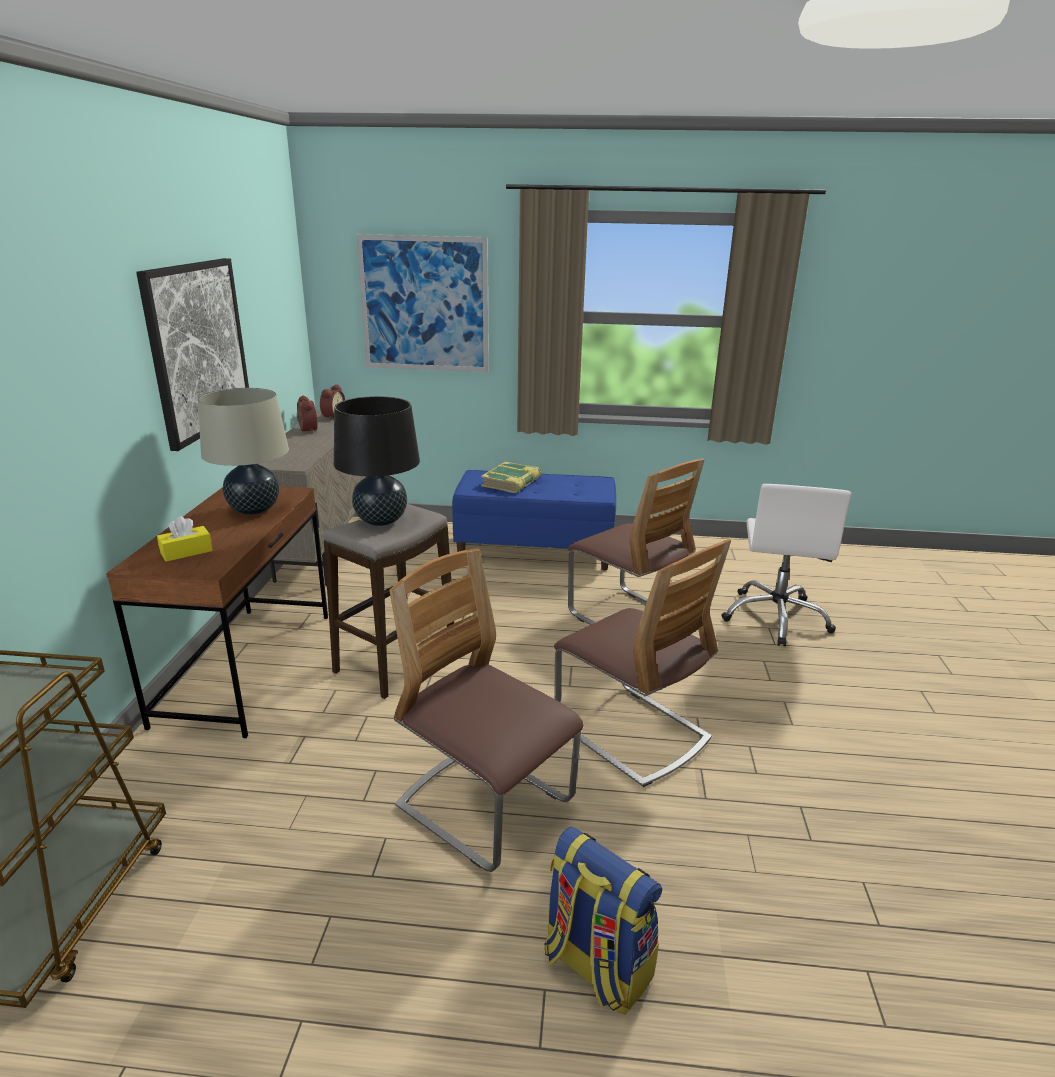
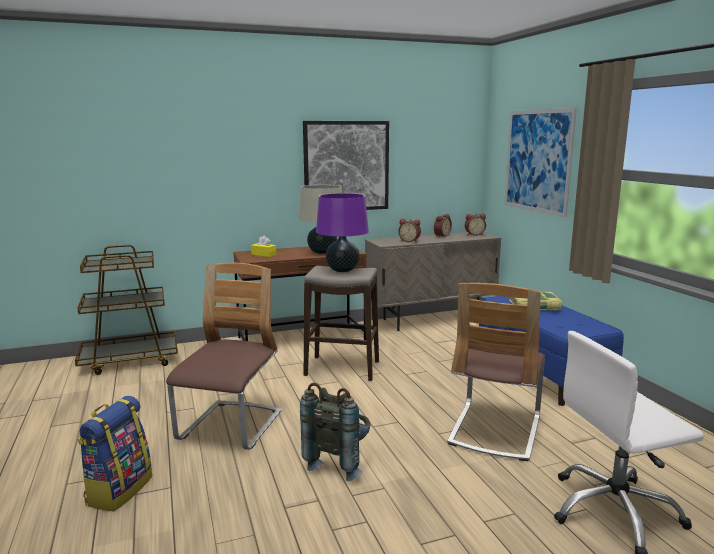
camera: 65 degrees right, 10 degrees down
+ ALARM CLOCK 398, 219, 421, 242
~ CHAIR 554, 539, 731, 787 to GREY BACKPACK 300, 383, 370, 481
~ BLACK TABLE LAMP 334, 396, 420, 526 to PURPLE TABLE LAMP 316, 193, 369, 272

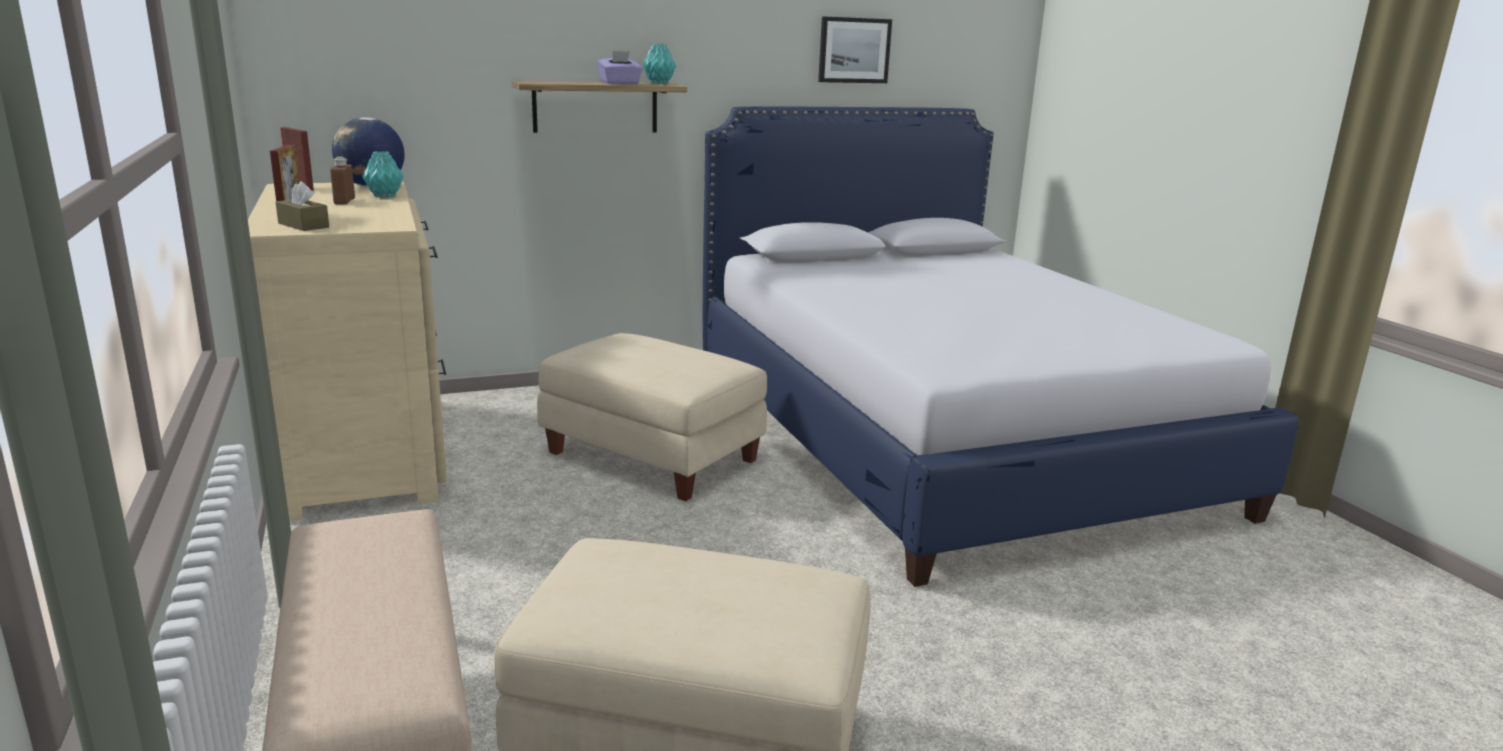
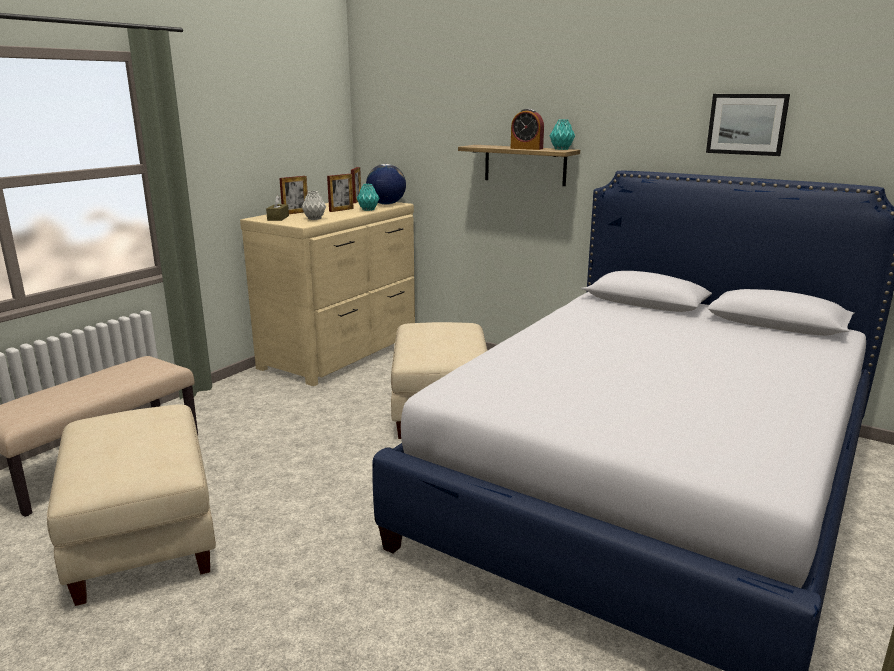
camera: 55 degrees right, 0 degrees up
+ GREY VASE 302, 191, 326, 220
~ BROWN BOTTLE 330, 157, 355, 204 to PICTURE FRAME 327, 174, 354, 212
~ PURPLE TISSUE BOX 597, 51, 643, 84 to ALARM CLOCK 510, 109, 544, 150

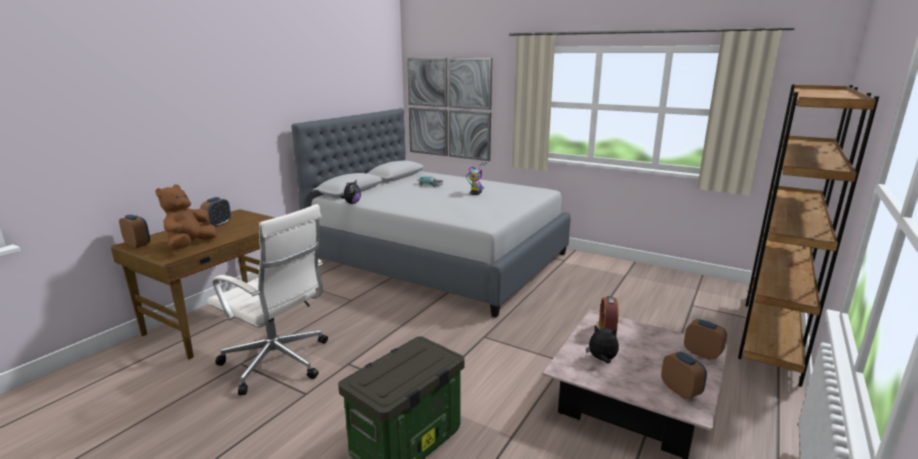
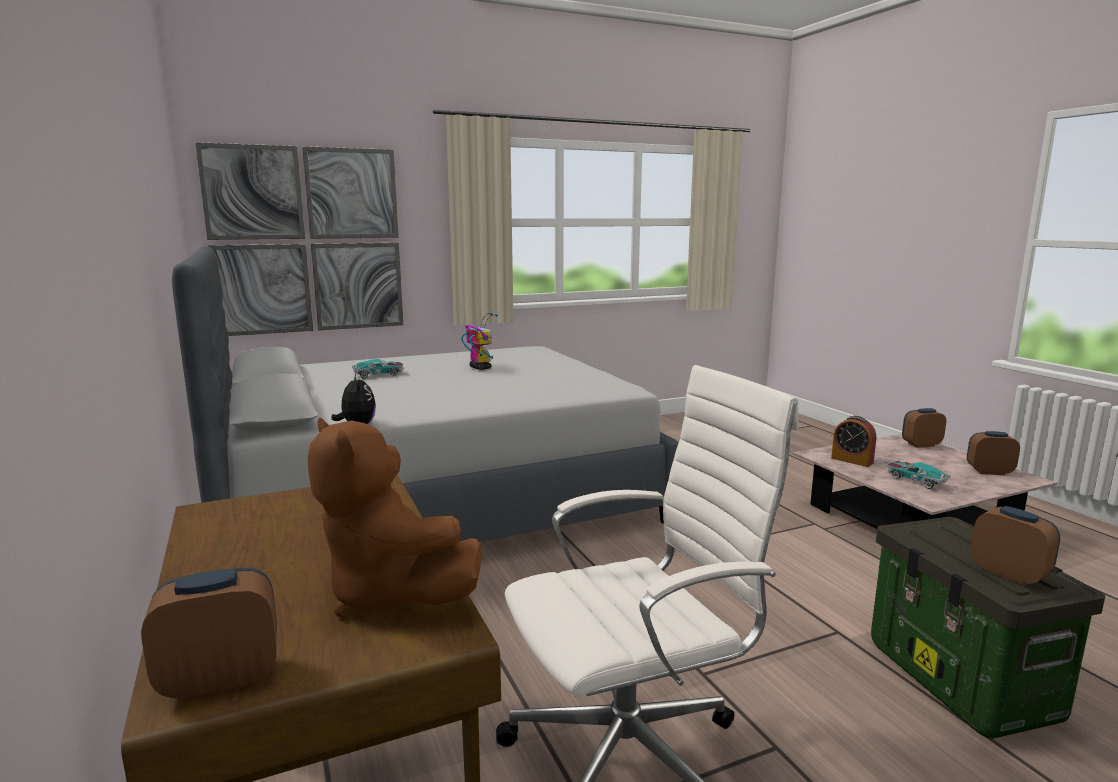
camera: 55 degrees left, 5 degrees down
- BROWN BOOKCASE 738, 85, 879, 387
~ ALARM CLOCK 200, 197, 231, 228 to 971, 506, 1060, 586
~ PLUSH TOY 586, 325, 619, 363 to TOY CAR 887, 461, 950, 489

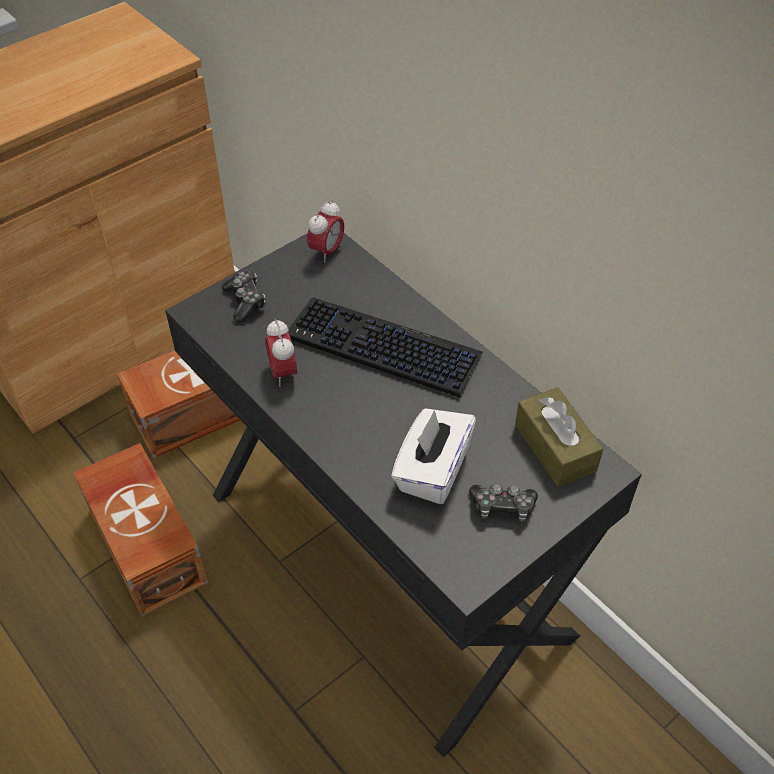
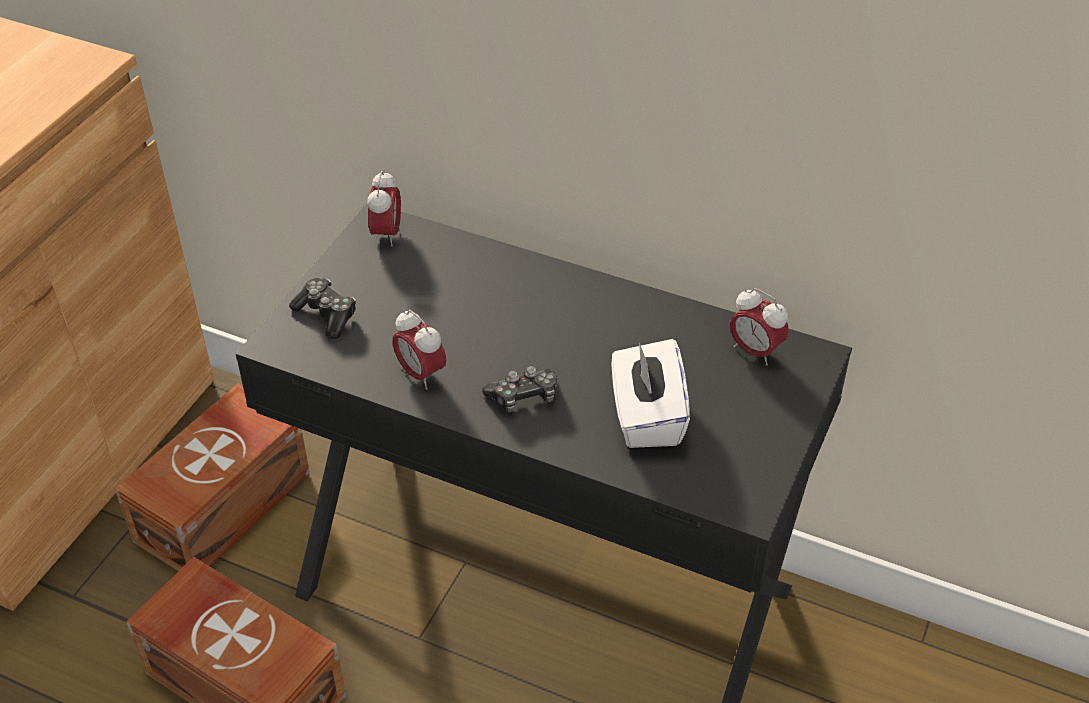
camera: 25 degrees left, 5 degrees down
- KEYBOARD 288, 297, 483, 397
~ GAME CONTROLLER 469, 483, 538, 522 to 482, 366, 557, 412
~ BROWN TISSUE BOX 515, 387, 603, 487 to ALARM CLOCK 730, 288, 789, 366

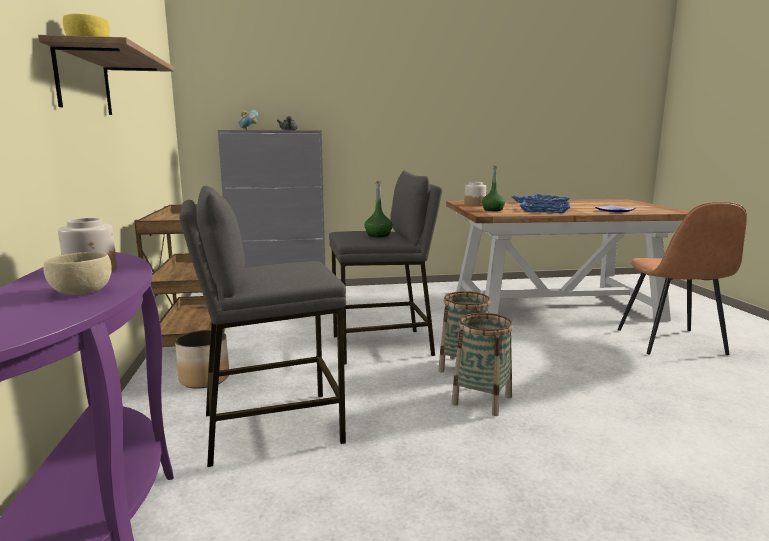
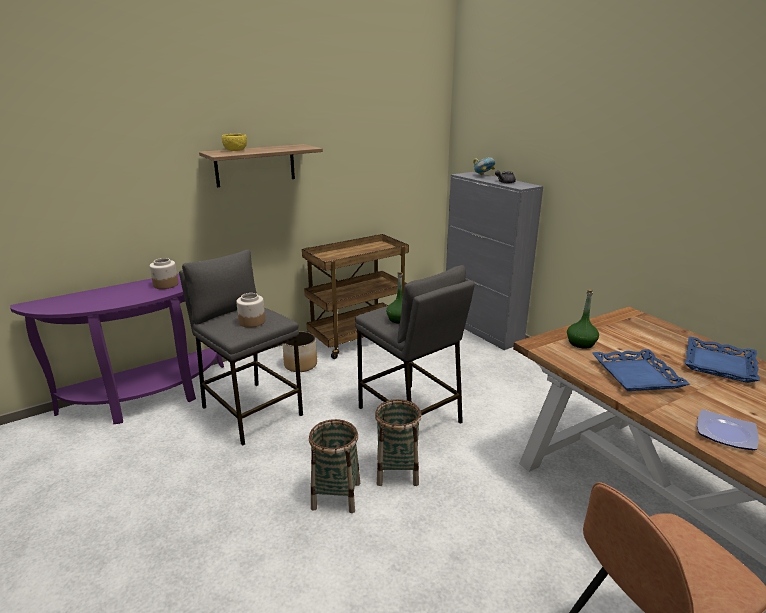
camera: 65 degrees right, 10 degrees up
- BEIGE BOWL 43, 252, 112, 295
~ JAR 464, 182, 486, 206 to 236, 293, 265, 328

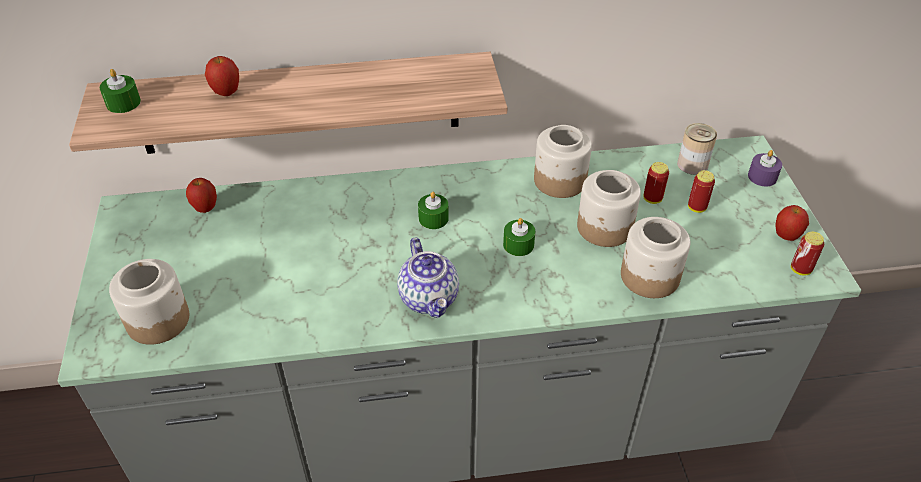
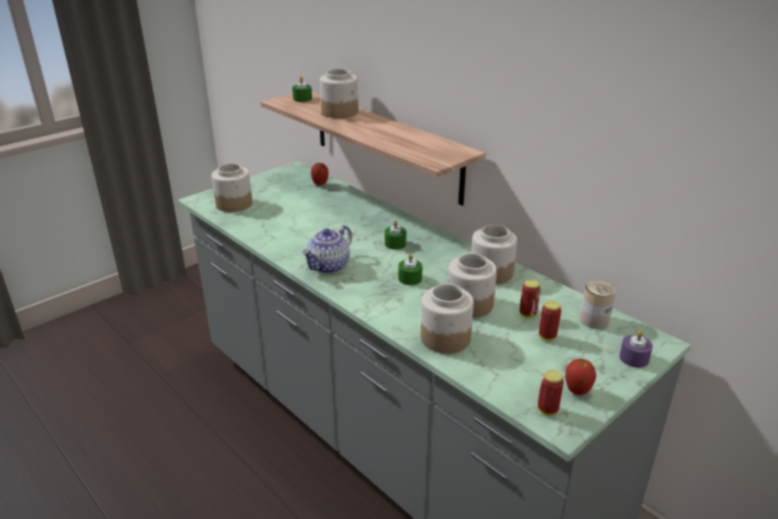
camera: 55 degrees right, 15 degrees down
~ APPLE 205, 56, 239, 96 to JAR 320, 69, 358, 118

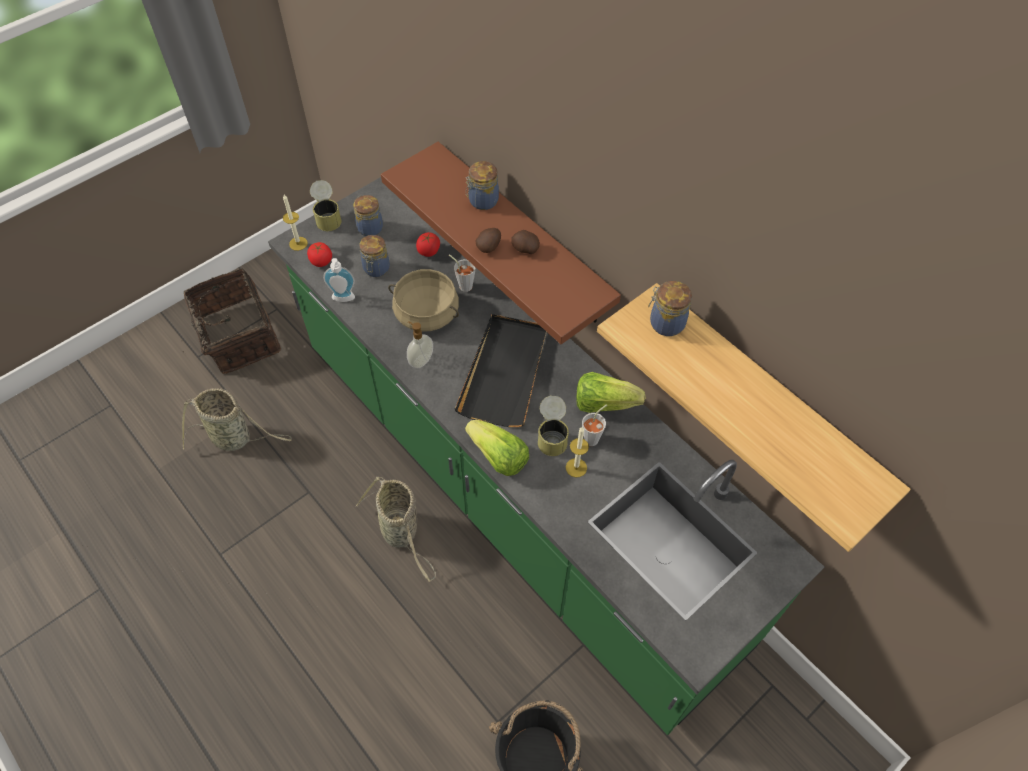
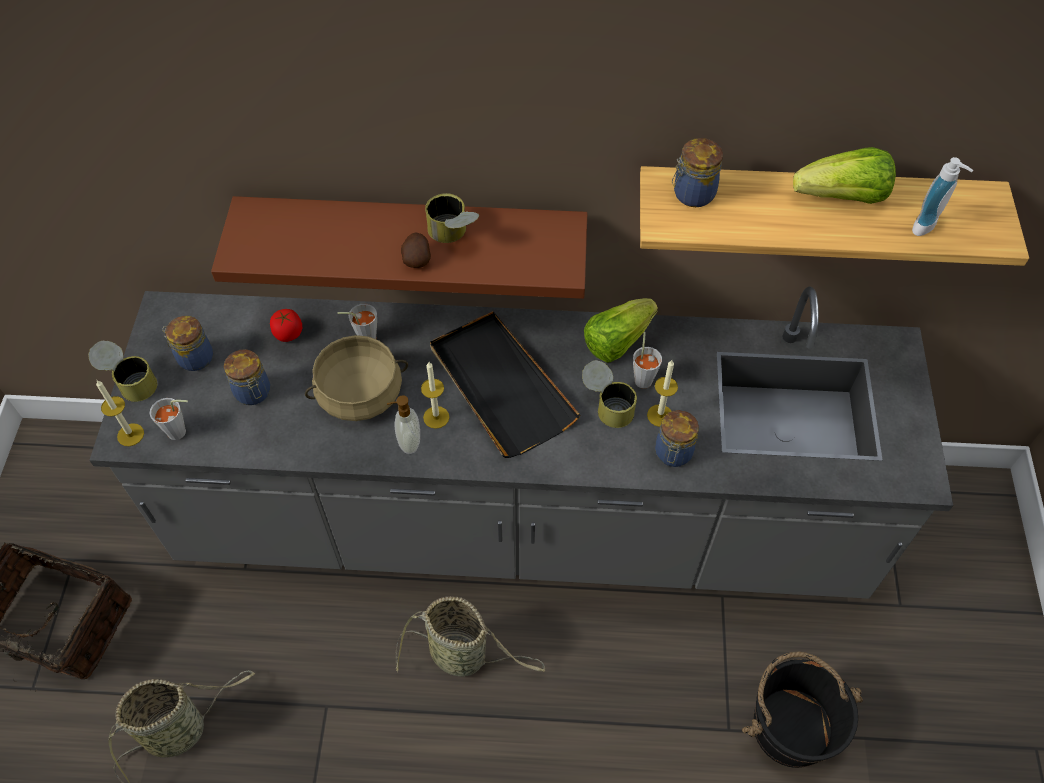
camera: 45 degrees left, 0 degrees up
+ CANDLE 421, 362, 449, 429
~ SOAP DISPENSER 323, 258, 355, 302 to 912, 157, 973, 236
~ LETTUCE 465, 420, 529, 476 to 793, 147, 896, 204
~ JAR 466, 161, 499, 210 to 655, 410, 699, 467
~ TOMATO 307, 242, 332, 267 to GREY CUP 150, 398, 188, 440
~ POTATO 511, 230, 540, 254 to CAN 425, 193, 479, 243
~ GREEN COUNTER 268, 177, 824, 735 to GREY COUNTER 89, 287, 953, 599

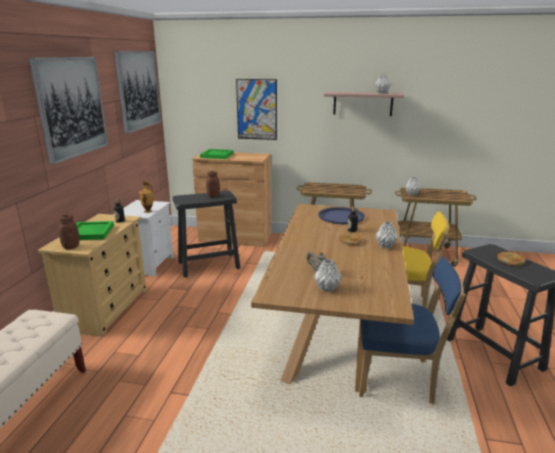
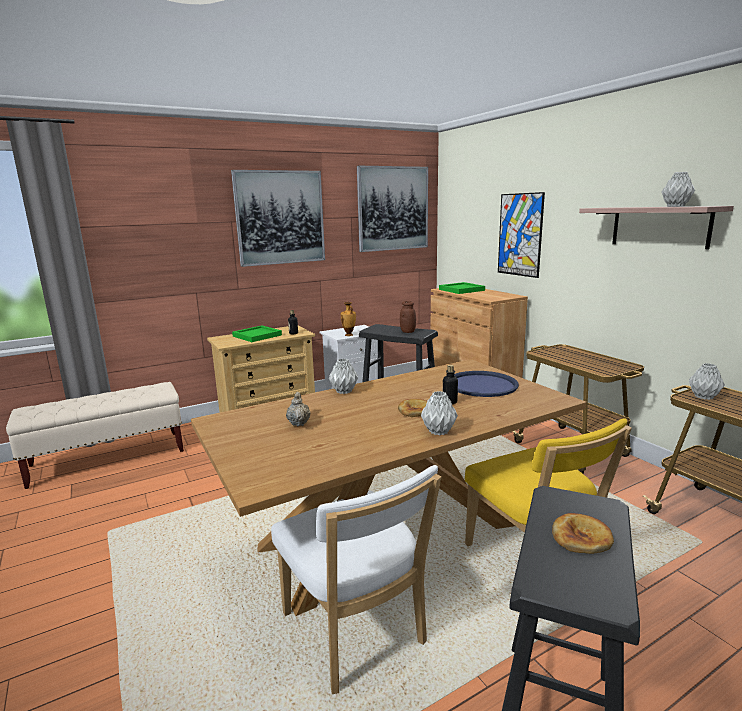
camera: 50 degrees right, 5 degrees down
- BROWN JAR 58, 215, 80, 249
~ GREY VASE 314, 259, 342, 292 to 329, 358, 358, 394
~ BLUE CHAIR 359, 257, 466, 404 to WHITE CHAIR 271, 465, 441, 694

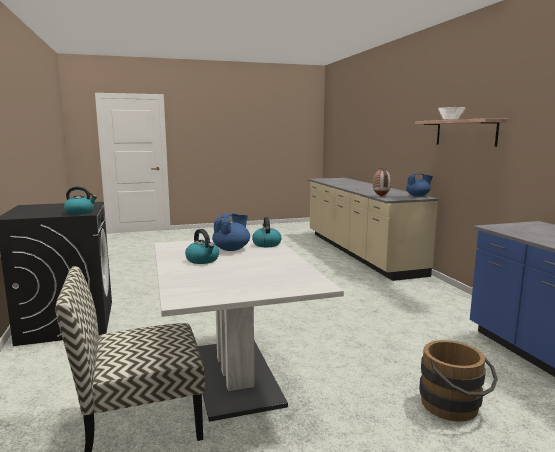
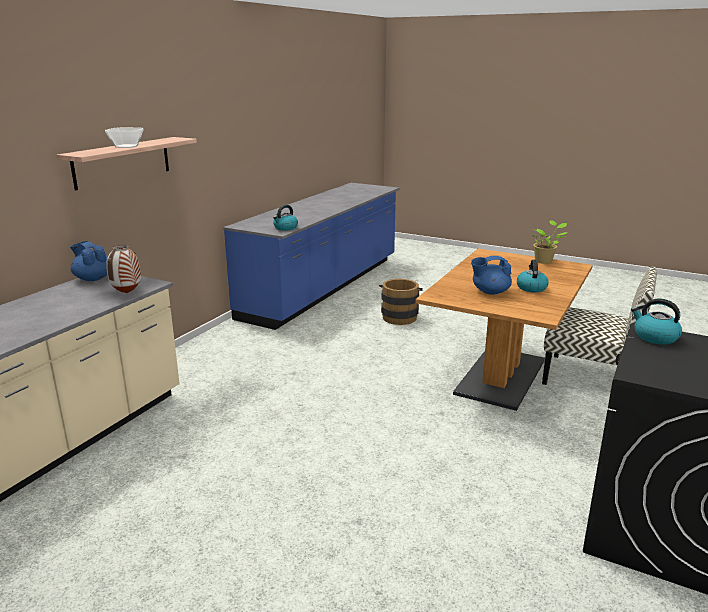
camera: 135 degrees left, 10 degrees up
+ POTTED PLANT 532, 220, 567, 264
~ KETTLE 252, 217, 282, 247 to 273, 205, 298, 231
~ WHITE DINING TABLE 154, 237, 344, 422 to BROWN DINING TABLE 415, 249, 593, 411

